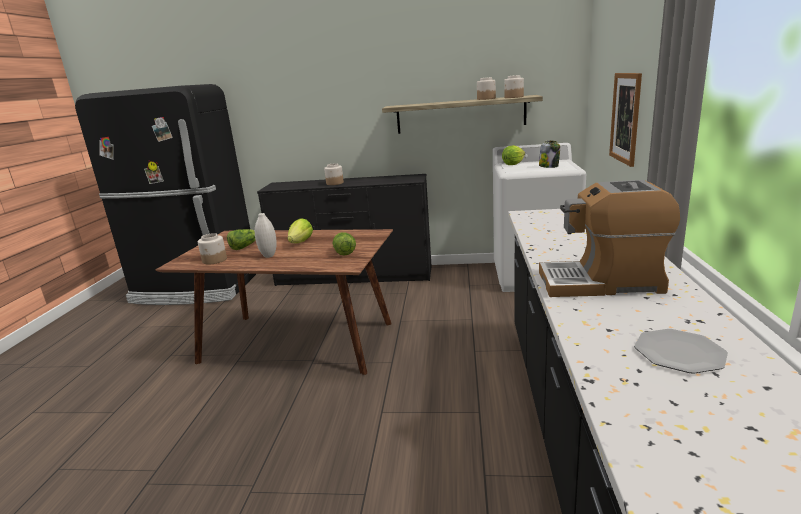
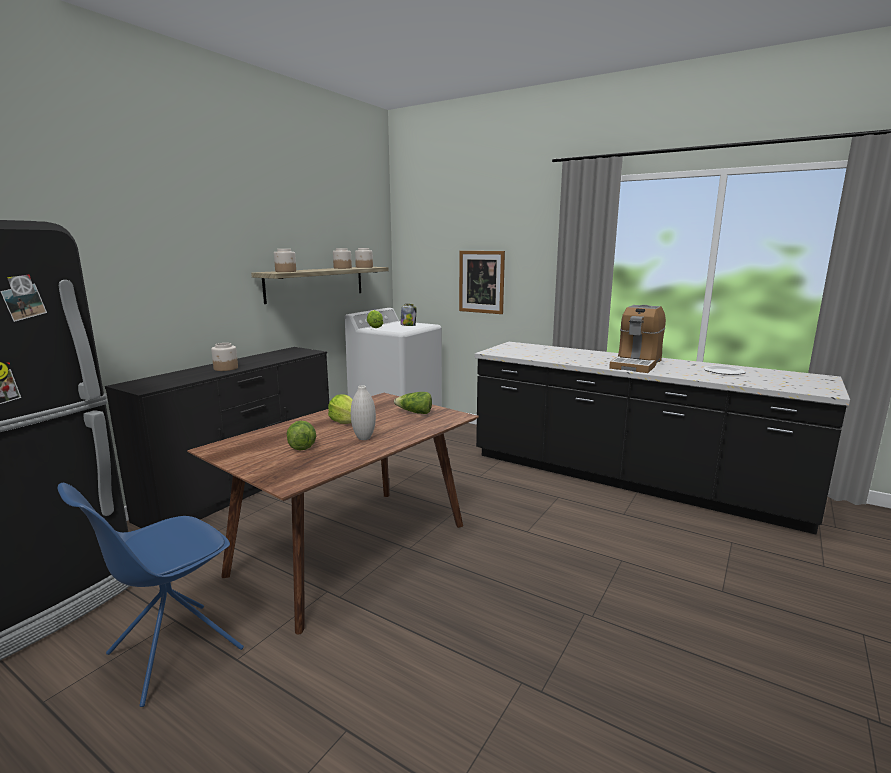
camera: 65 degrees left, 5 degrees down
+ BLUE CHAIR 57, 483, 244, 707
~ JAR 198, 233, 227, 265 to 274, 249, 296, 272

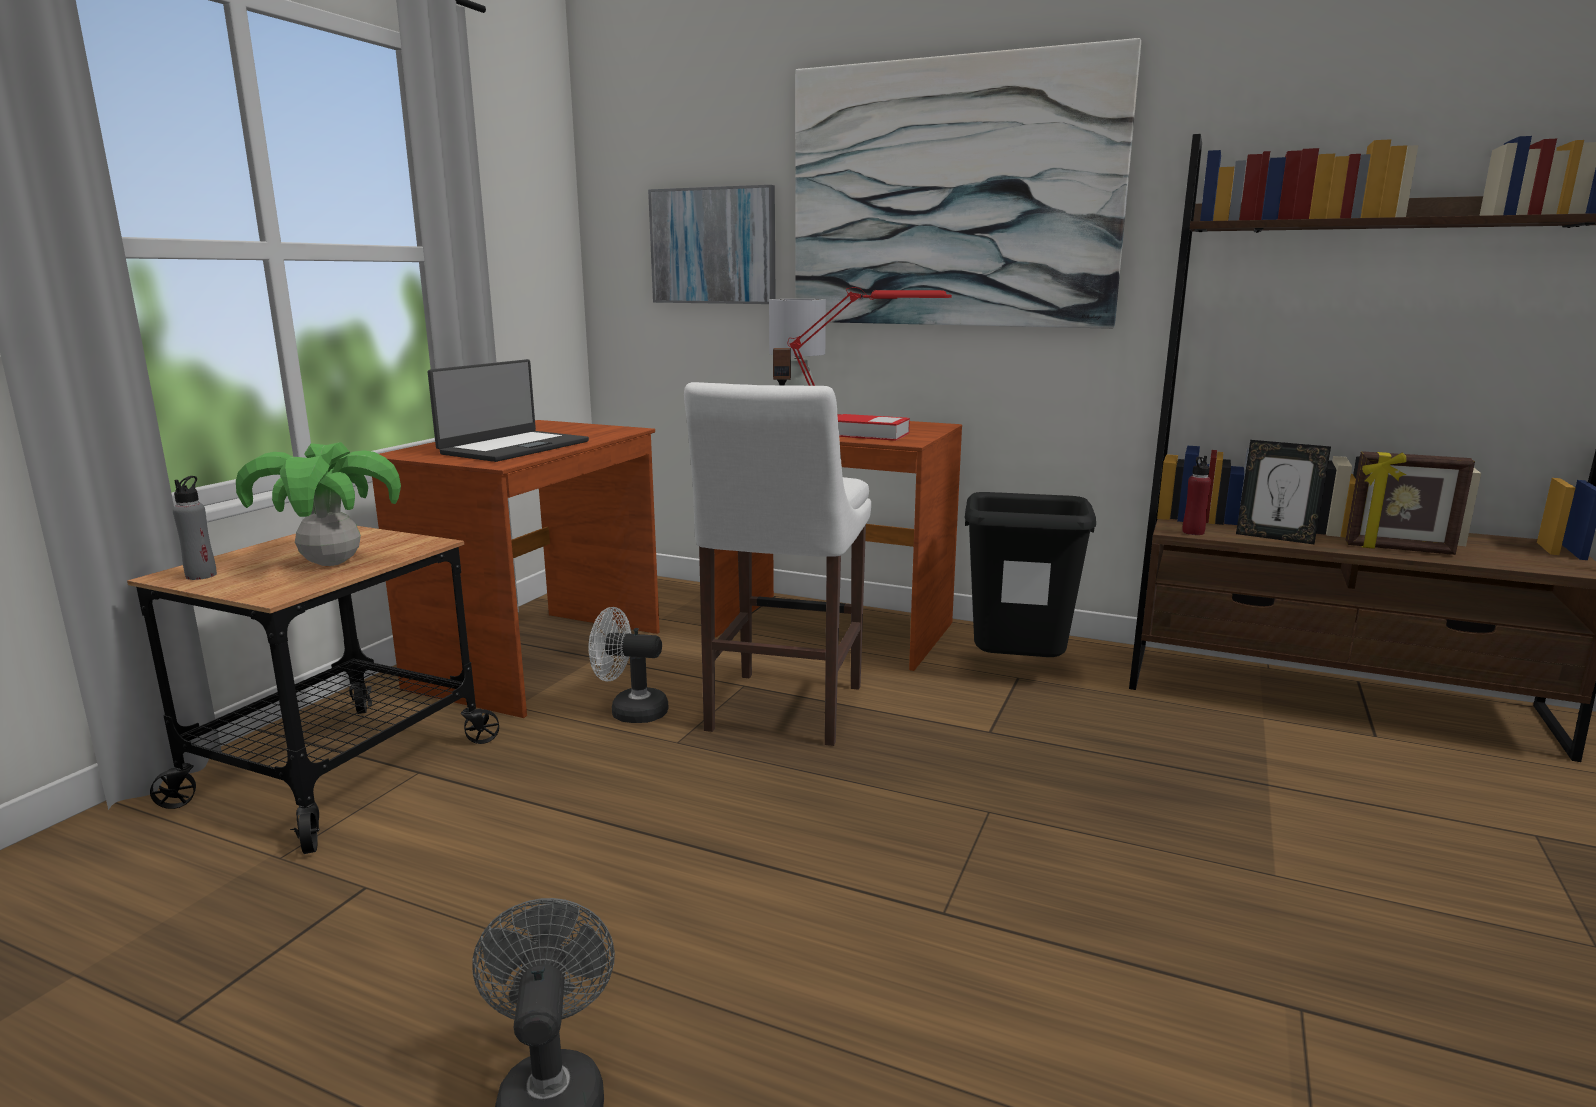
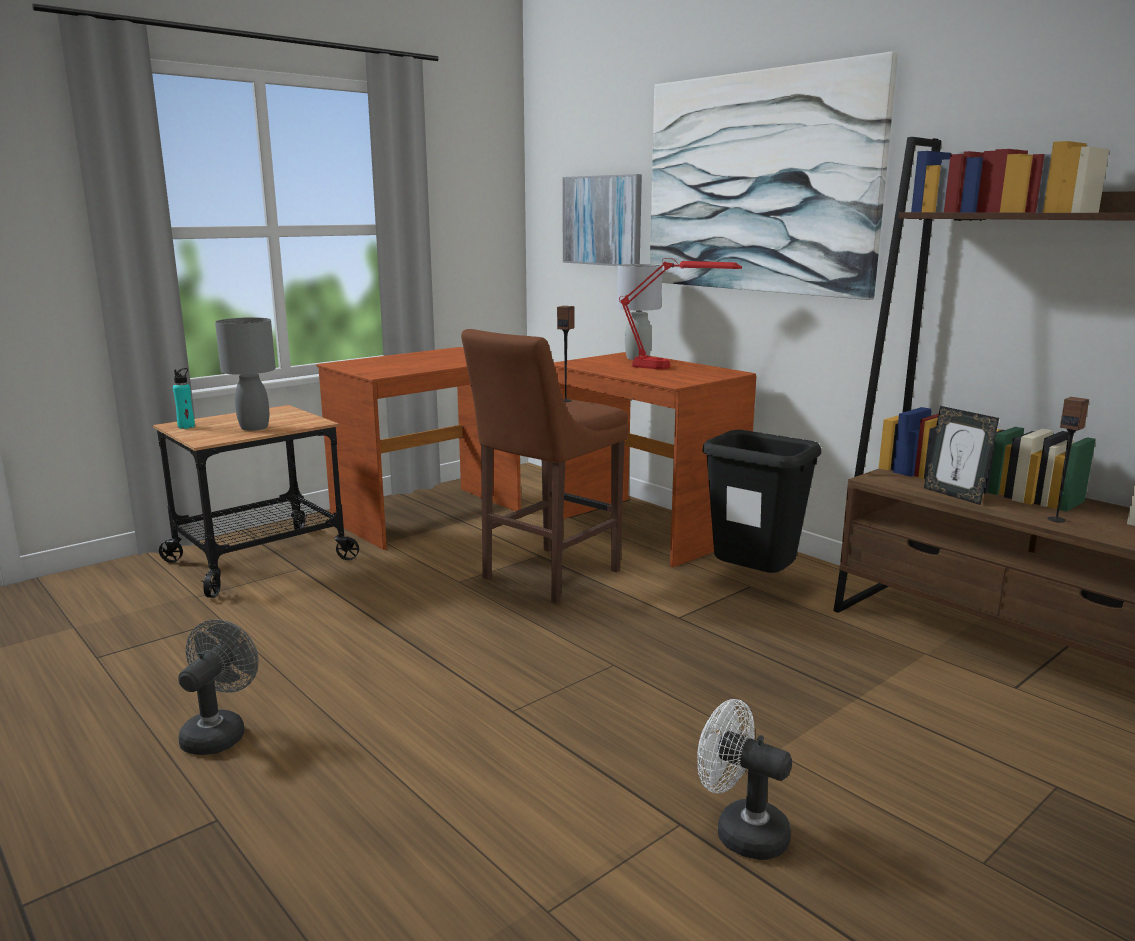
camera: 25 degrees right, 0 degrees up
- LAPTOP 428, 359, 589, 462
- BOOK 838, 414, 910, 441
- RED BOTTLE 1182, 456, 1211, 535
~ WHITE FAN 588, 607, 669, 723 to 697, 699, 792, 860
~ POTTED PLANT 236, 442, 401, 566 to GREY TABLE LAMP 215, 317, 276, 431
~ PICTURE FRAME 1346, 451, 1475, 555 to SPEAKER 1047, 397, 1089, 523
~ GREY BOTTLE 173, 476, 217, 580 to TURQUOISE BOTTLE 173, 368, 195, 429
~ WHITE STOOL 684, 382, 871, 746 to BROWN STOOL 461, 329, 629, 604

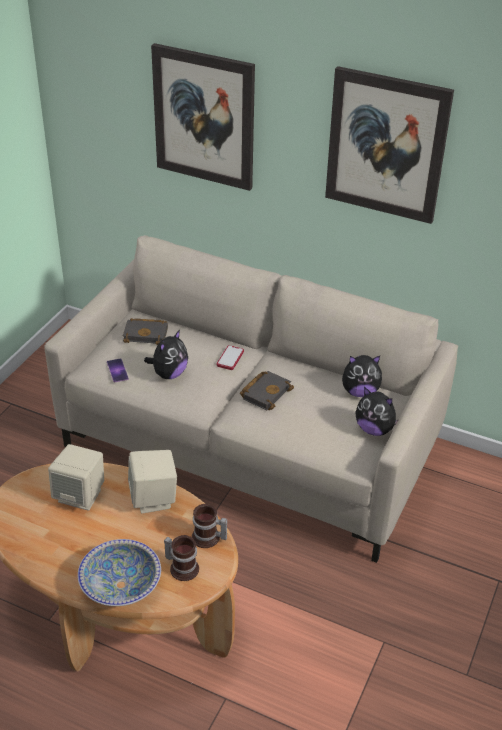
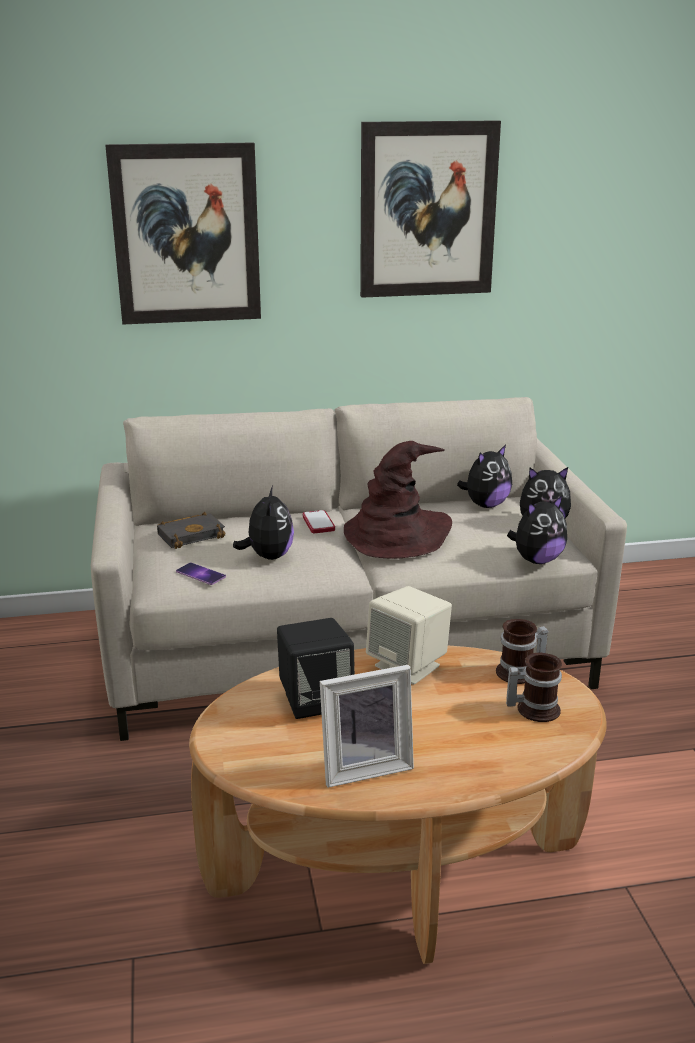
camera: 35 degrees left, 15 degrees down
- BOWL 78, 539, 161, 606
+ PICTURE FRAME 320, 665, 414, 788
+ PLUSH TOY 507, 496, 567, 564
~ BLACK BOOK 240, 371, 294, 410 to BROWN HAT 344, 441, 452, 559
~ BEIGE SPEAKER 48, 444, 104, 511 to BLACK SPEAKER 277, 618, 355, 719

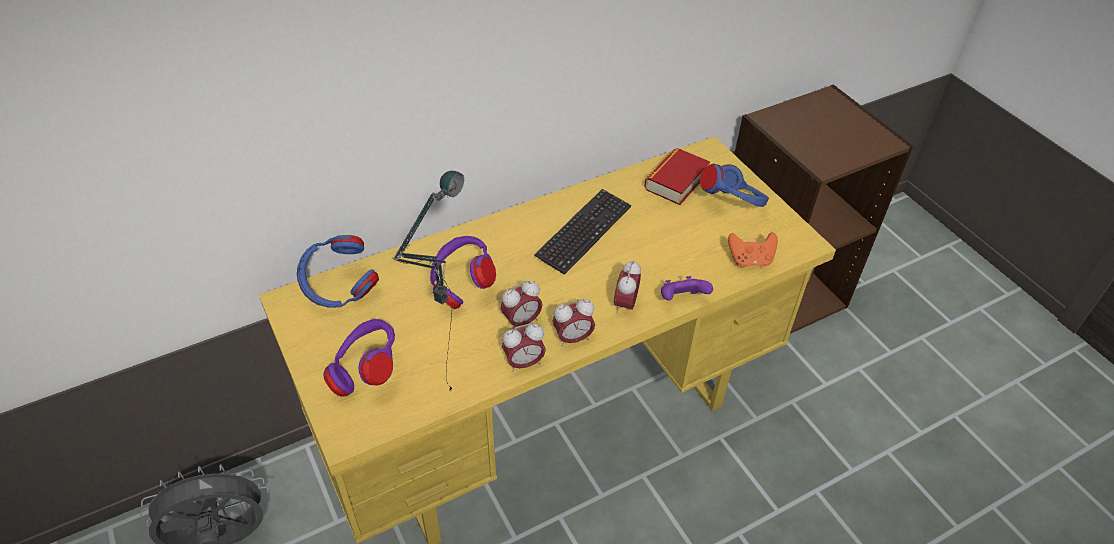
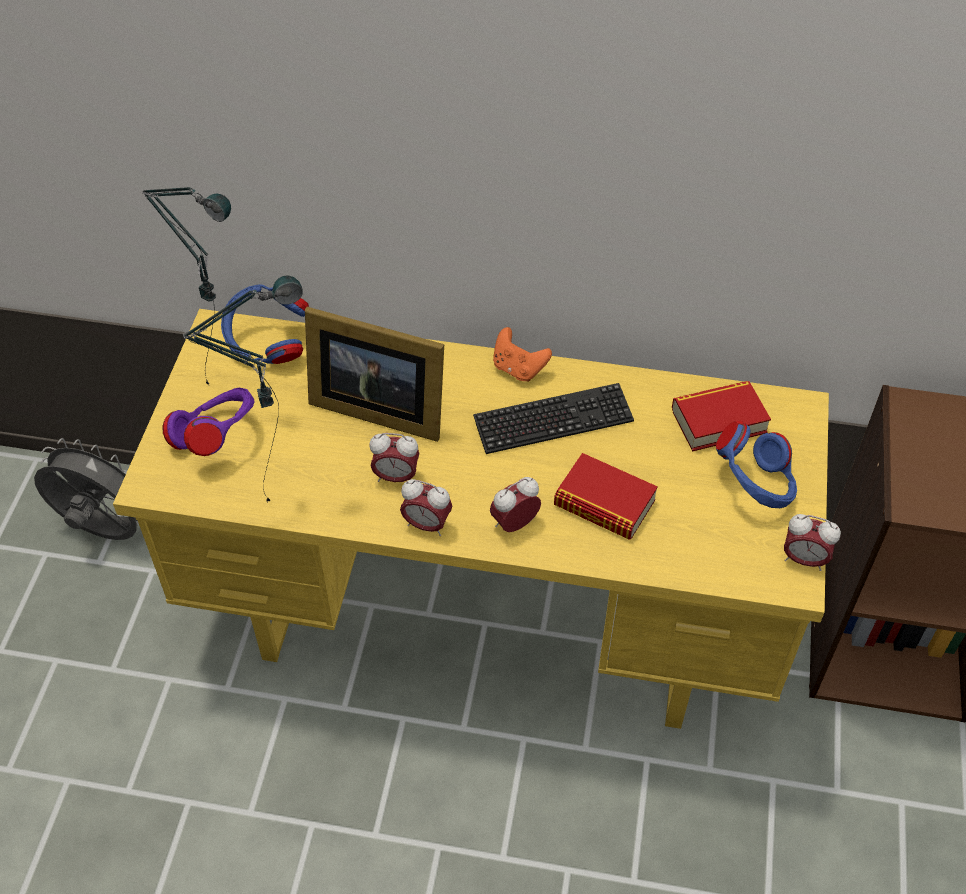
camera: 40 degrees right, 5 degrees up
- PURPLE GAME CONTROLLER 661, 276, 713, 301
+ TABLE LAMP 142, 187, 231, 385
+ BOOK 554, 453, 658, 540
~ ALARM CLOCK 502, 323, 546, 372 to 784, 514, 841, 571
~ ORANGE GAME CONTROLLER 728, 232, 778, 267 to 493, 327, 552, 382
~ PURPLE HEADPHONES 430, 236, 496, 309 to PICTURE FRAME 305, 307, 444, 442

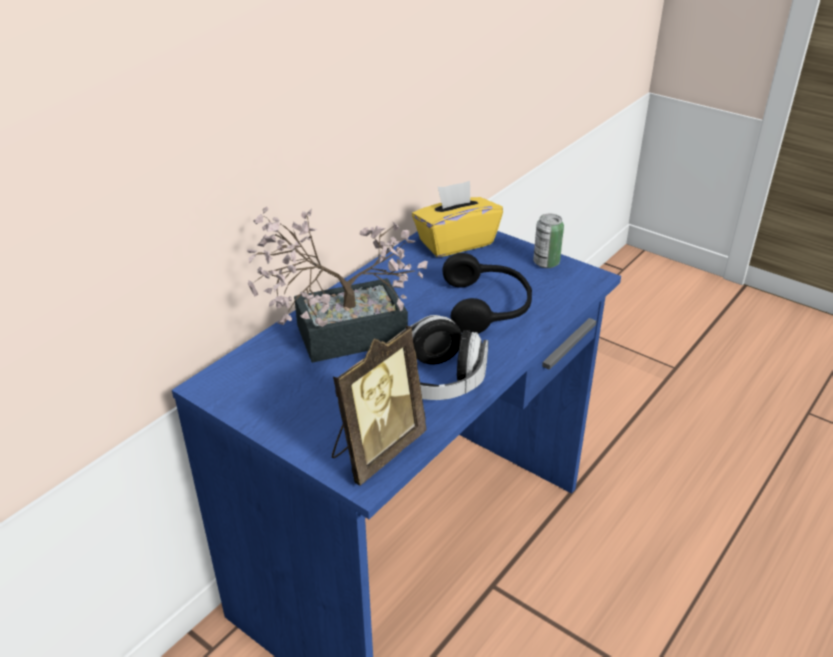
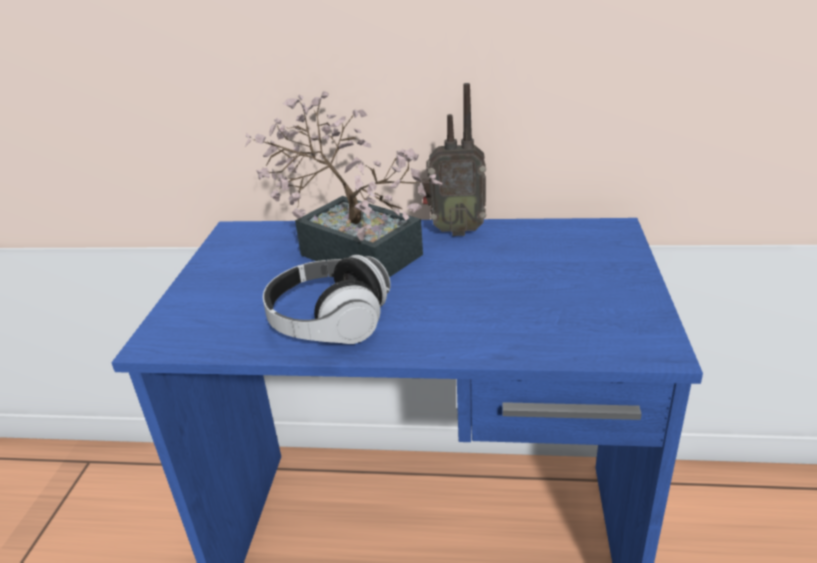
camera: 60 degrees right, 5 degrees down
- PICTURE FRAME 332, 325, 426, 485
- YELLOW TISSUE BOX 412, 181, 503, 257
- BLACK HEADPHONES 443, 253, 532, 334
- CAN 533, 214, 564, 268
+ RADIO 422, 83, 486, 236

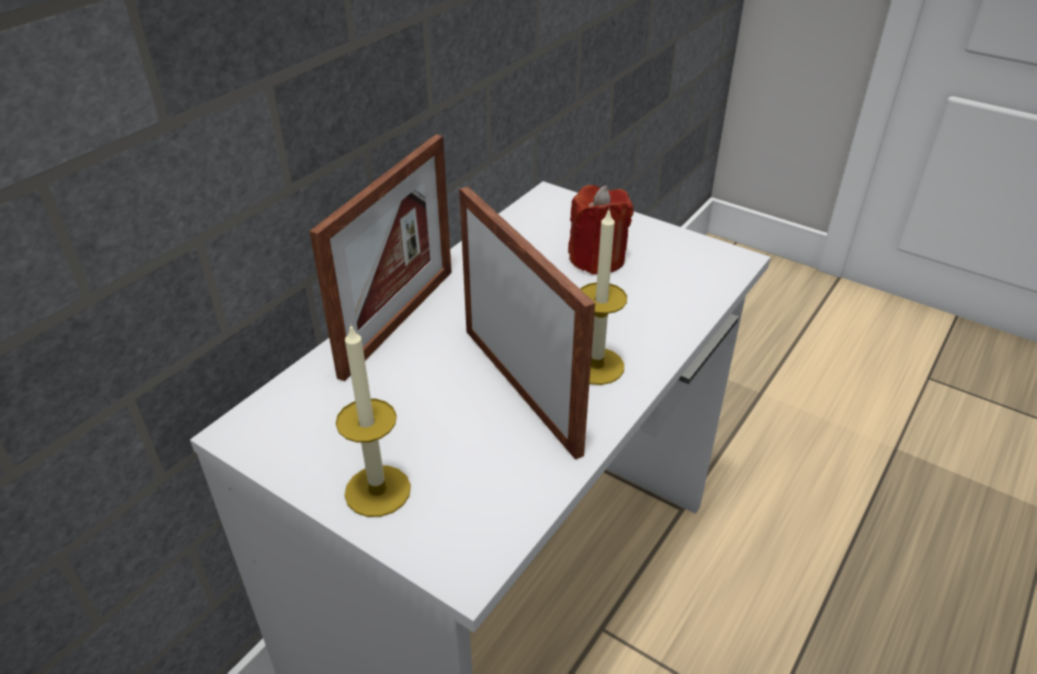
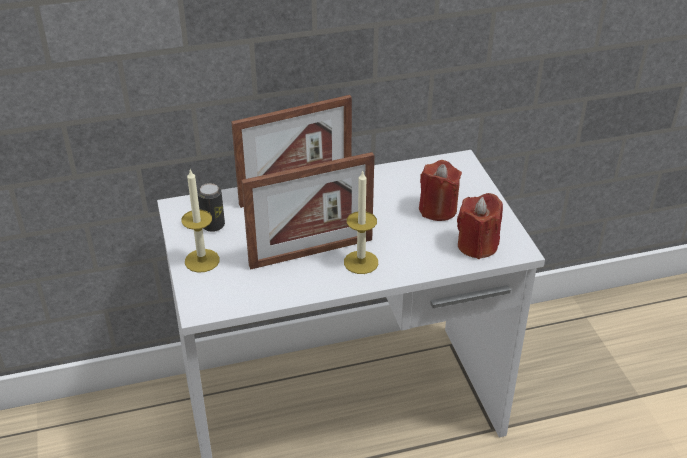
camera: 40 degrees right, 0 degrees up
+ CAN 197, 183, 225, 232
+ RED CANDLE 457, 193, 503, 259
~ PICTURE FRAME 459, 186, 595, 460 = 241, 152, 374, 270 60 degrees clockwise

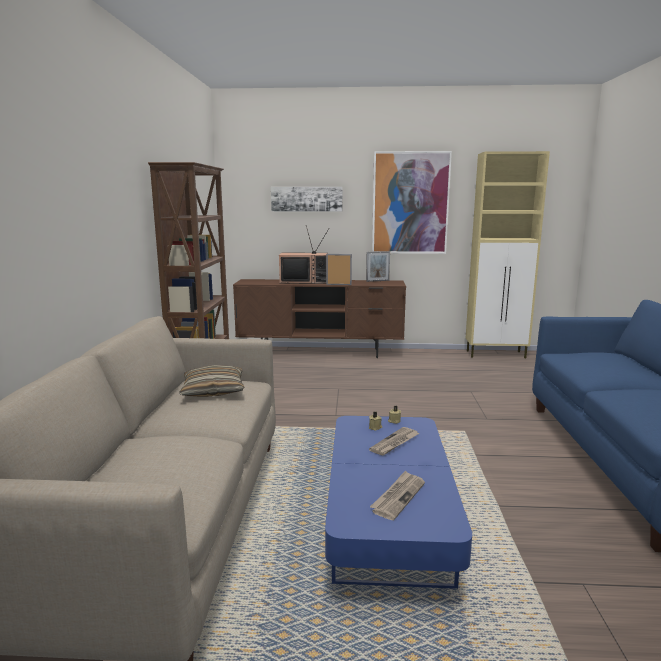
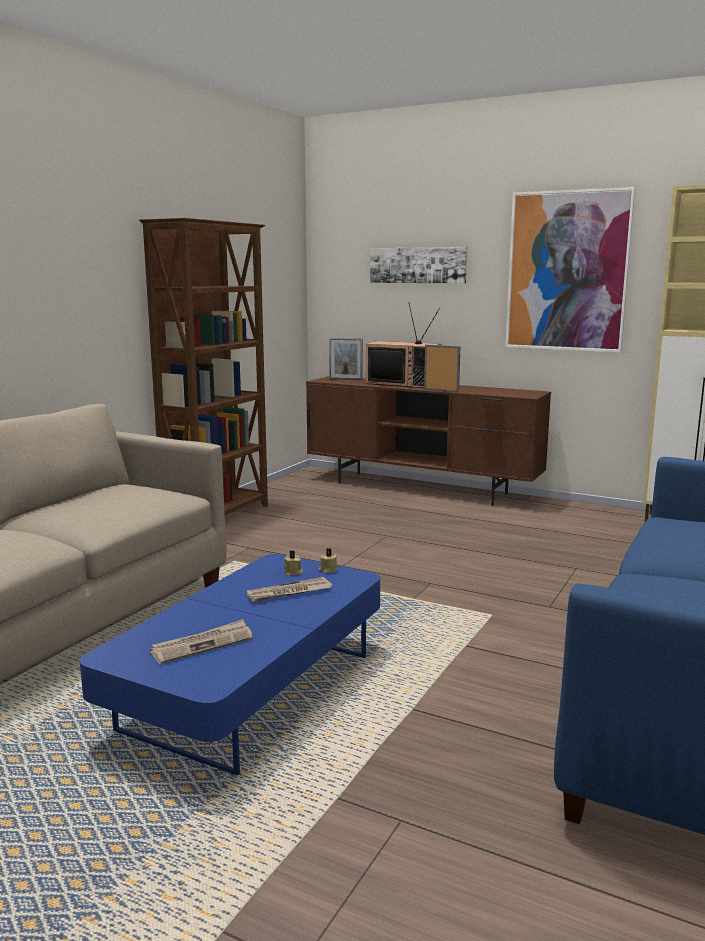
camera: 25 degrees right, 0 degrees up
- PILLOW 179, 365, 244, 397
~ PICTURE FRAME 366, 251, 390, 282 to 329, 338, 363, 380

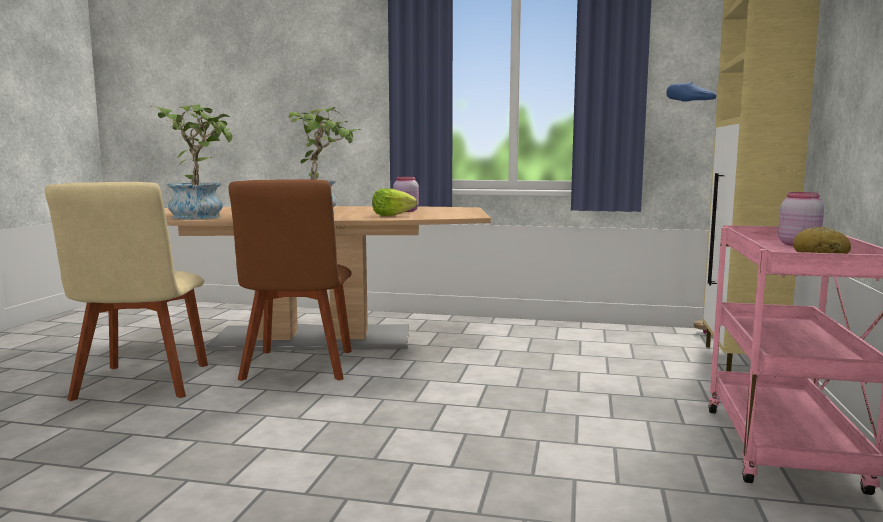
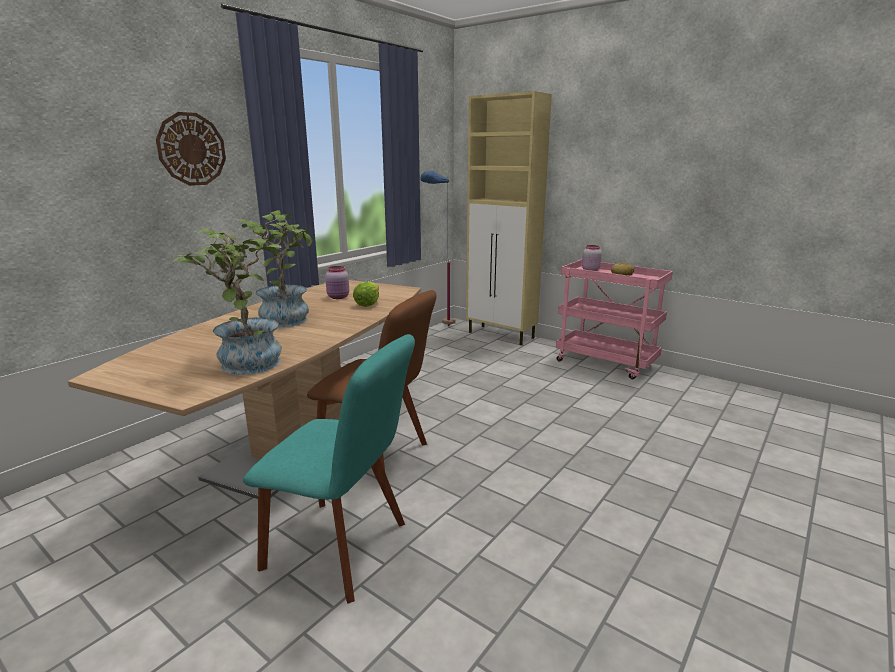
camera: 65 degrees left, 10 degrees up
+ WALL CLOCK 156, 112, 226, 186
~ BEIGE CHAIR 45, 182, 208, 401 to TURQUOISE CHAIR 243, 334, 415, 604

